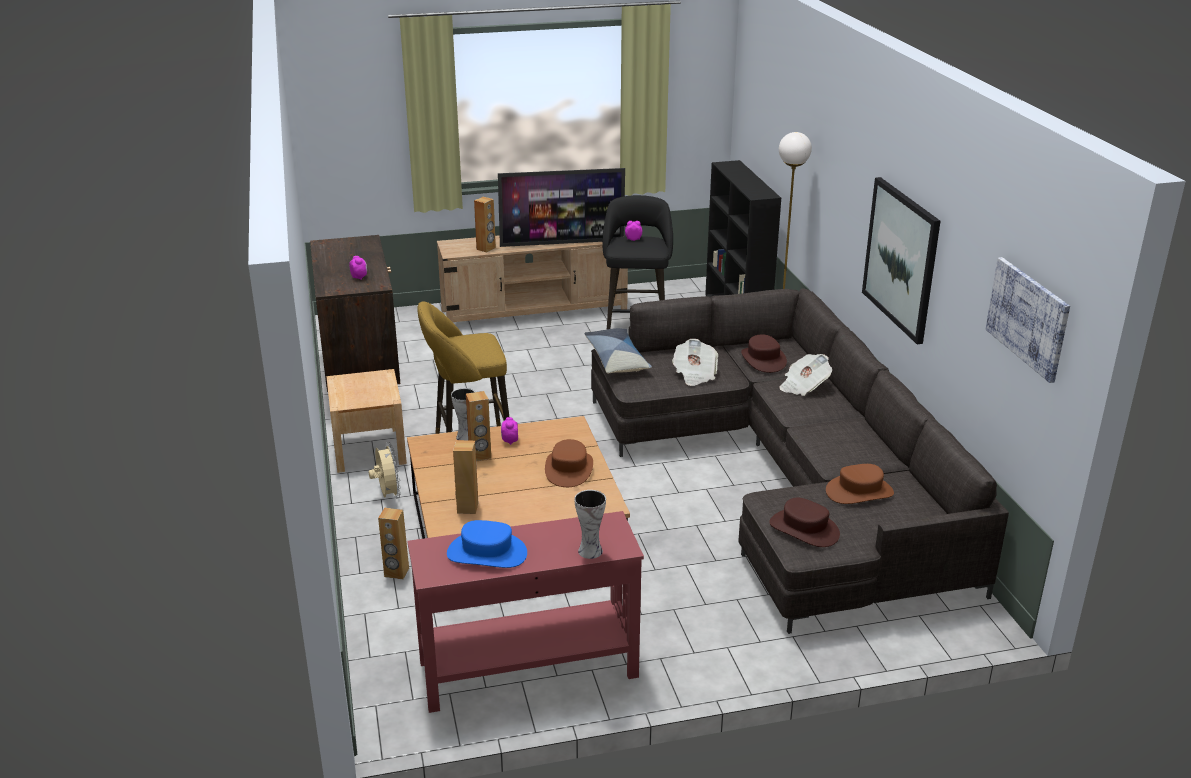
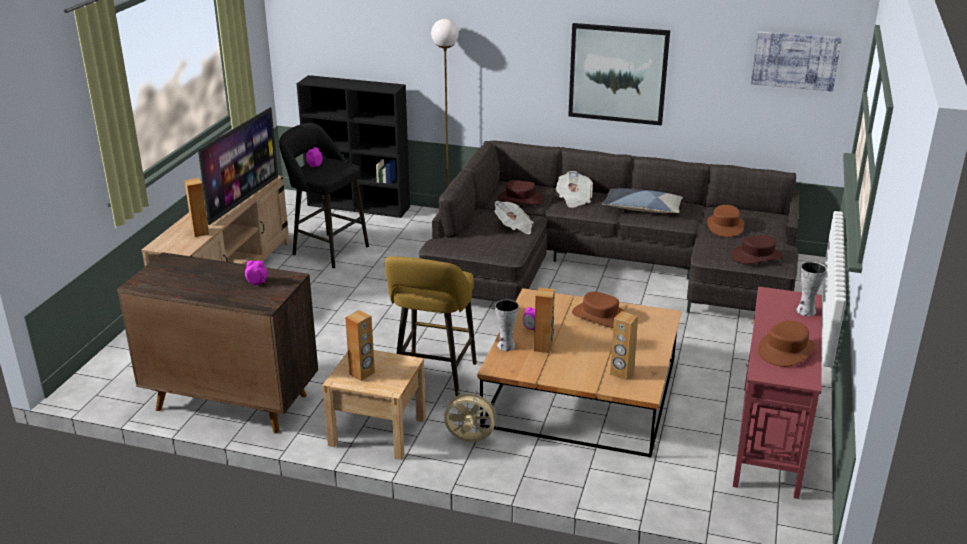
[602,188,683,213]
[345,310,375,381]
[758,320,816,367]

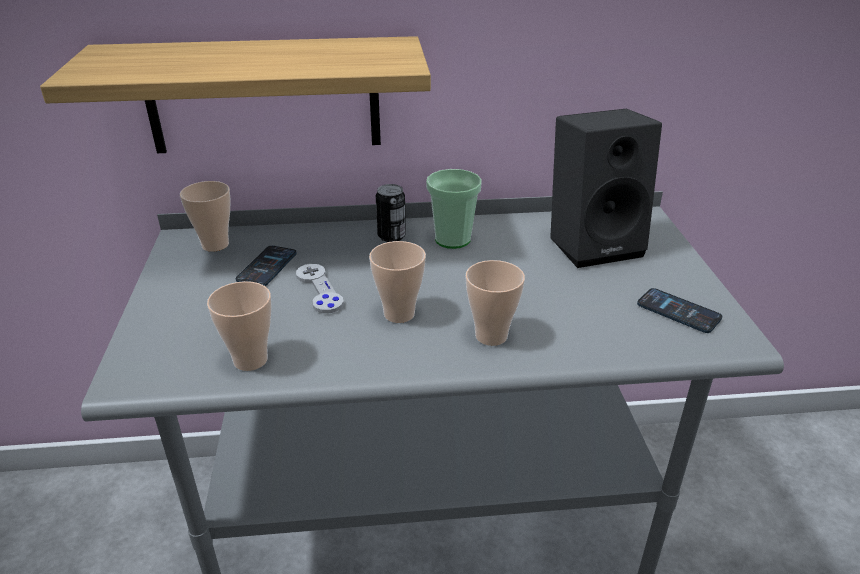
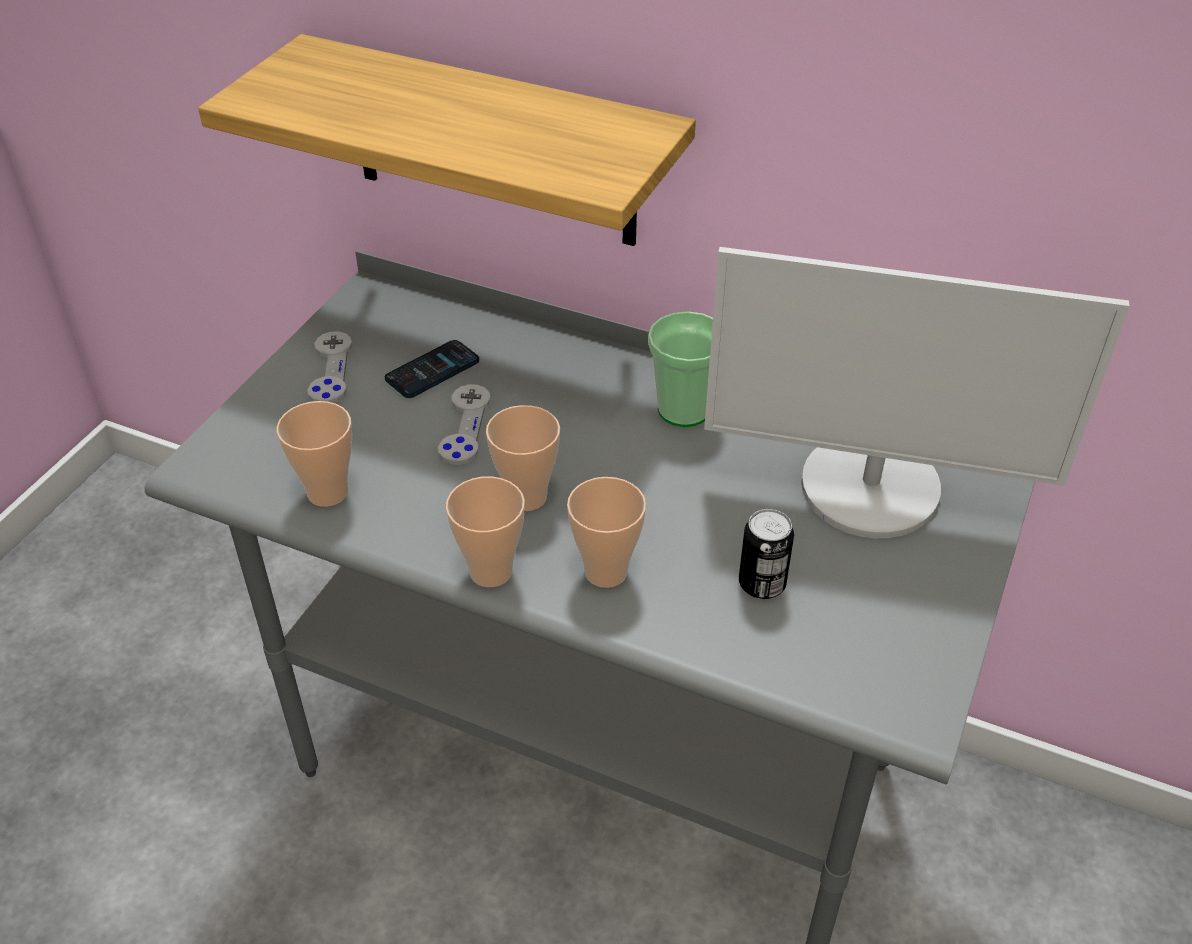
[704,247,1129,538]
[446,476,525,587]
[739,509,794,599]
[637,288,722,333] (first image)
[307,331,352,403]

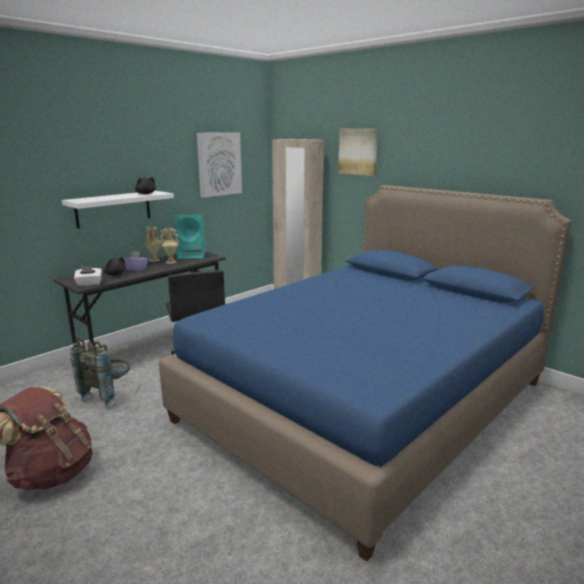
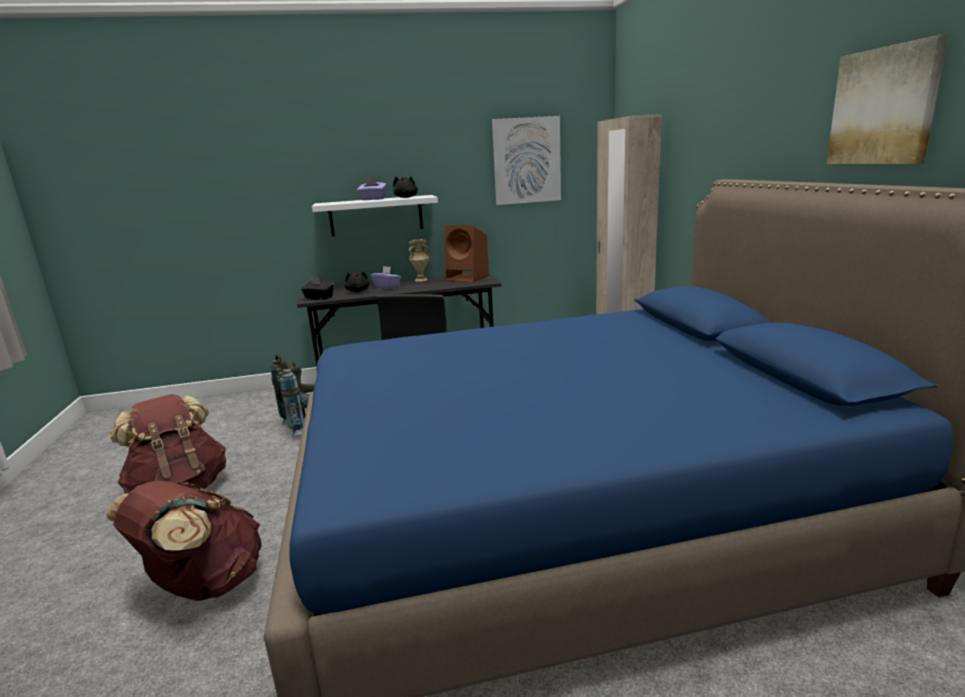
[827,35,948,164]
[445,225,489,282]
[160,228,179,264] (first image)
[301,277,334,300]
[357,178,387,200]
[106,481,262,601]

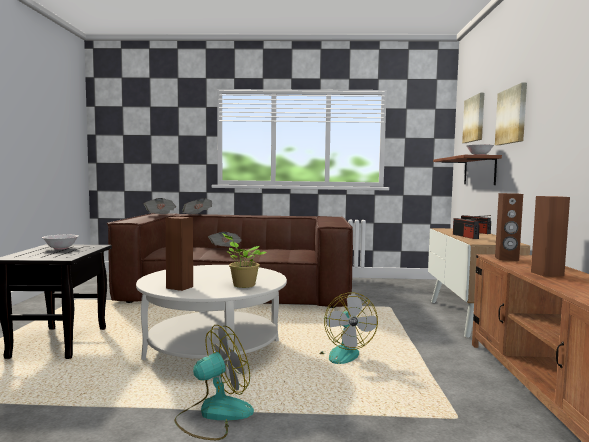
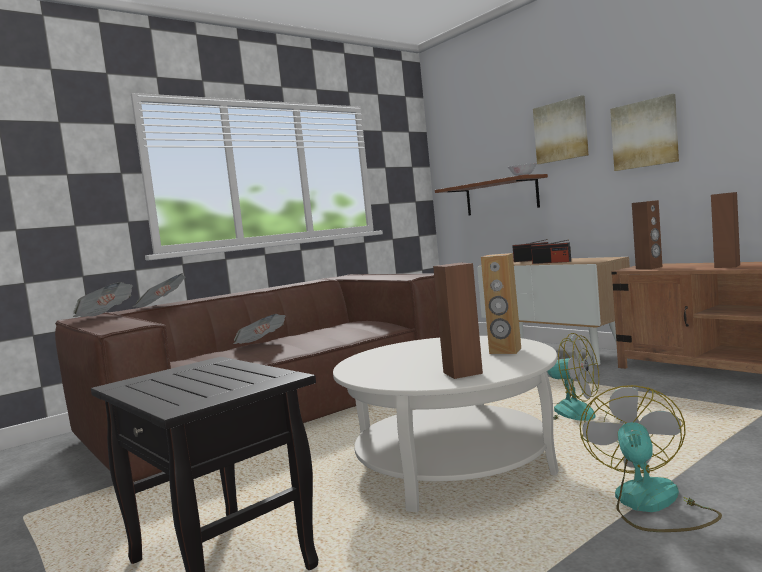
[610,94,679,171]
[481,253,521,354]
[42,235,79,250] (first image)

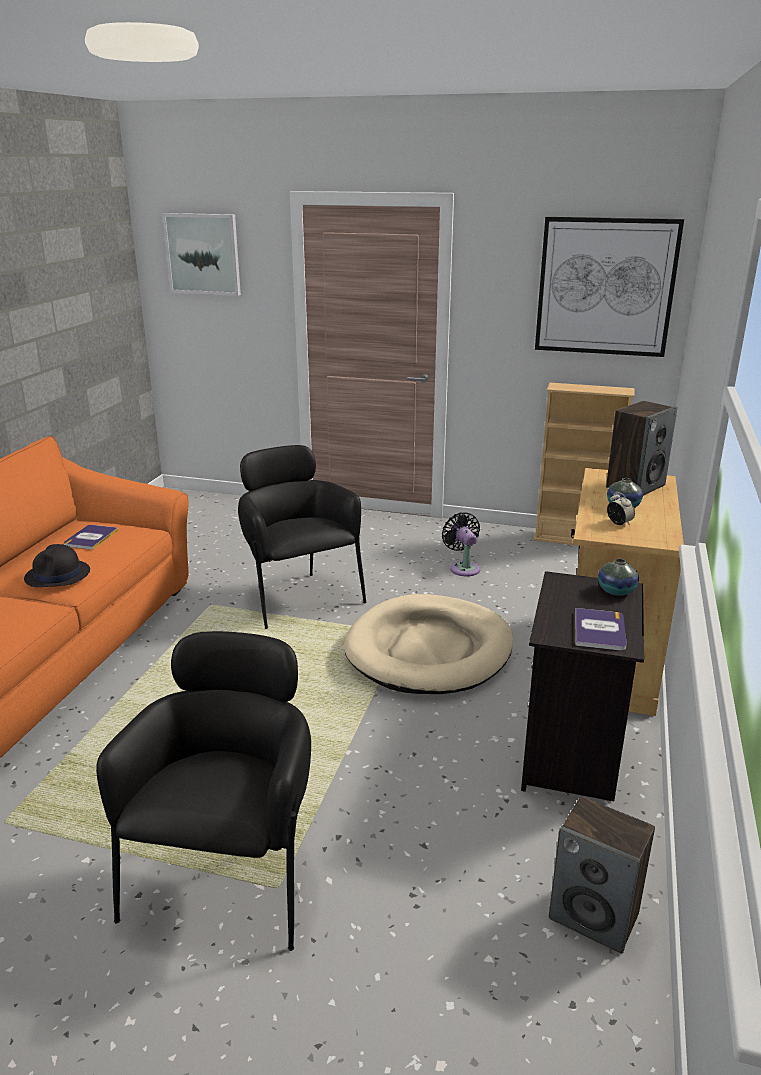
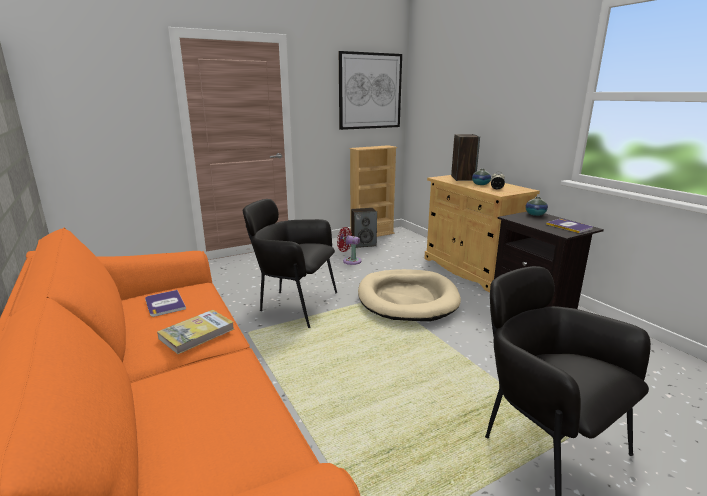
[162,213,241,296] (first image)
[337,227,362,265]
[157,310,234,354]
[351,208,377,248]

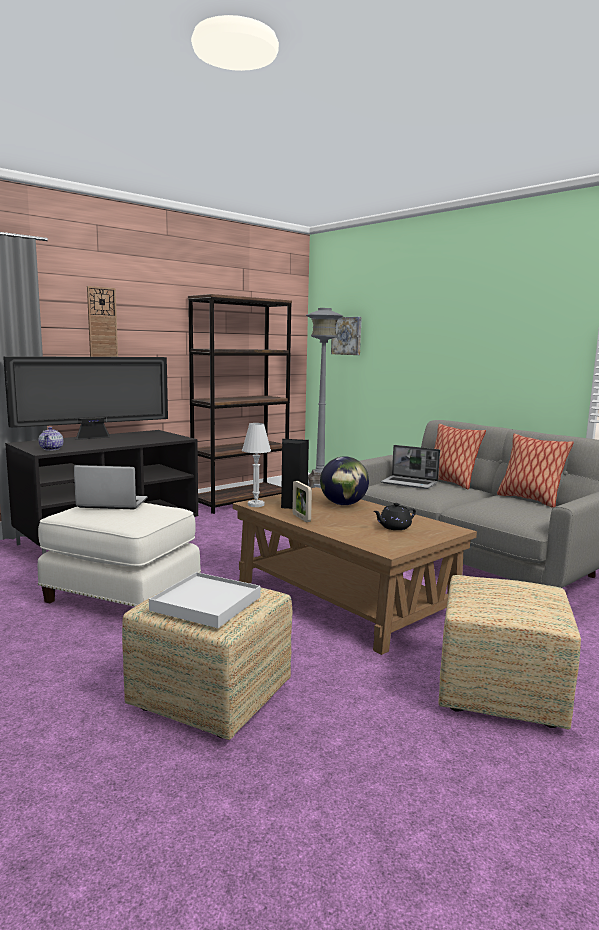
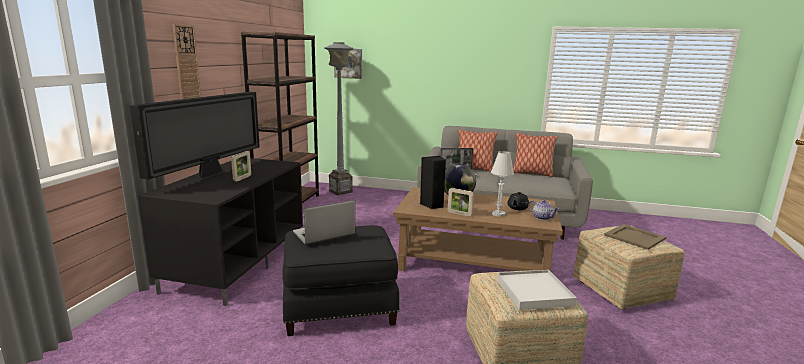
[491,151,514,217]
[529,200,559,220]
[282,225,400,336]
[231,151,251,182]
[604,224,666,250]

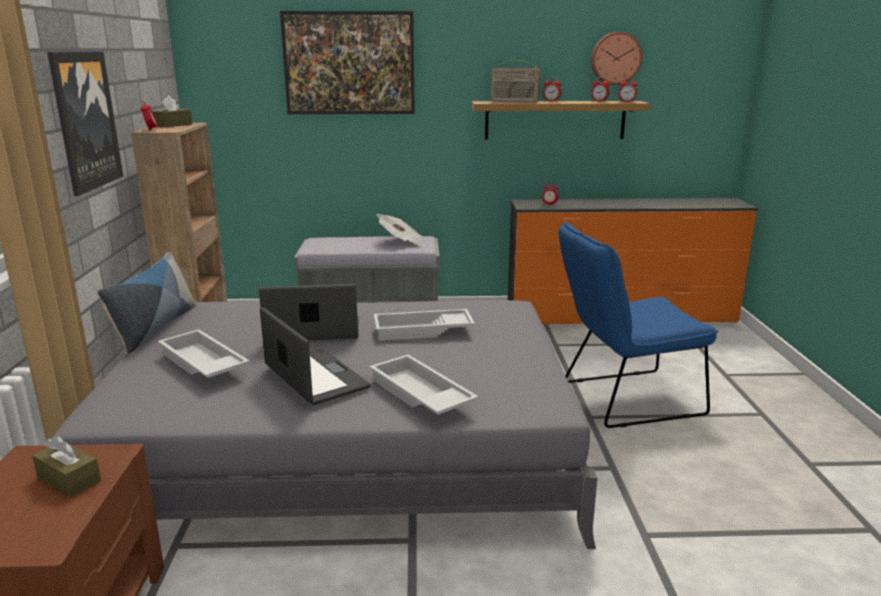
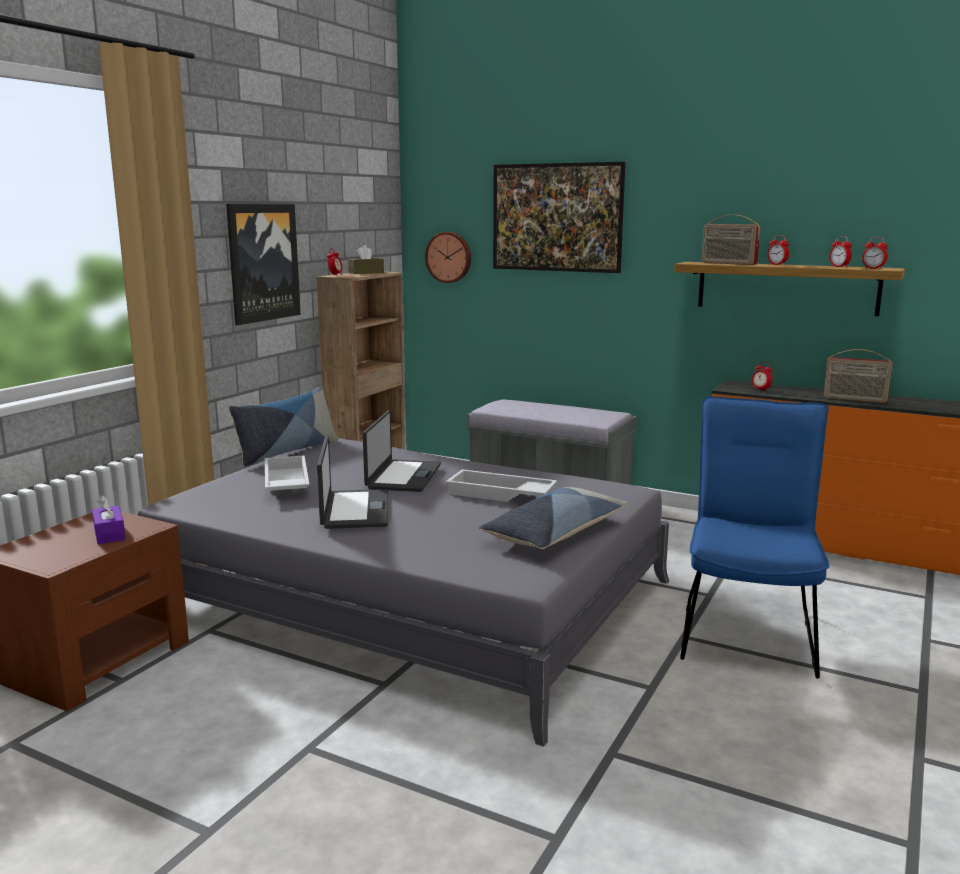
[425,232,471,283]
[376,214,424,246] (first image)
[680,396,829,679]
[363,411,441,492]
[369,354,478,415] (first image)
[92,495,126,544]
[824,349,893,403]
[479,487,628,549]

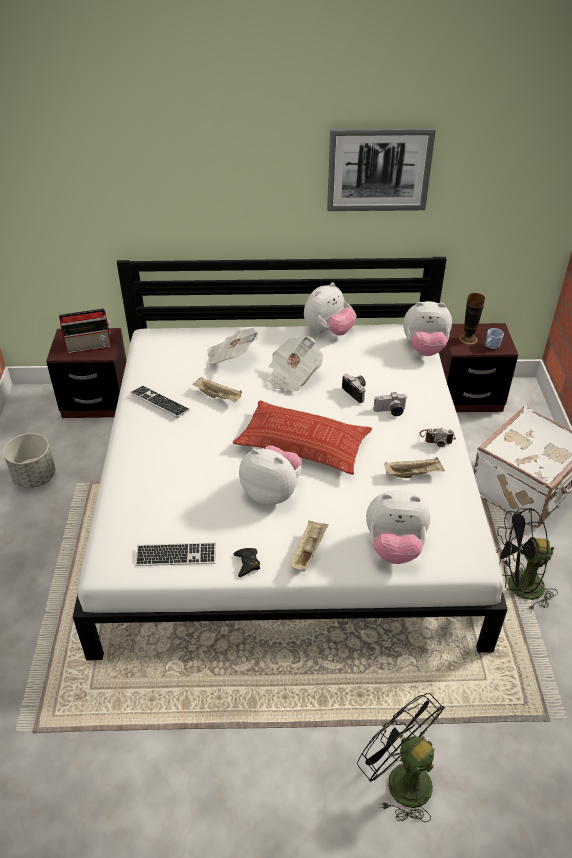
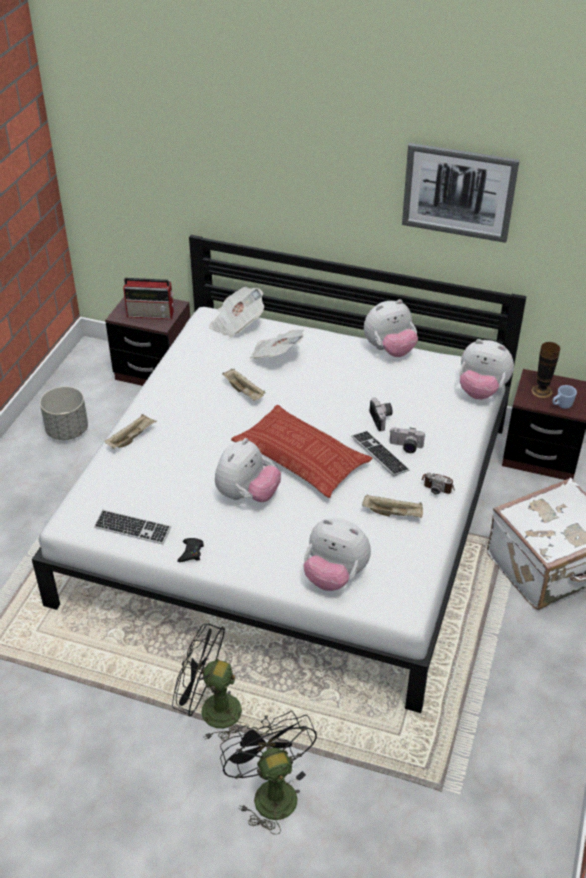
[209,287,264,337]
[351,431,410,477]
[215,438,281,502]
[172,624,249,741]
[105,414,156,449]

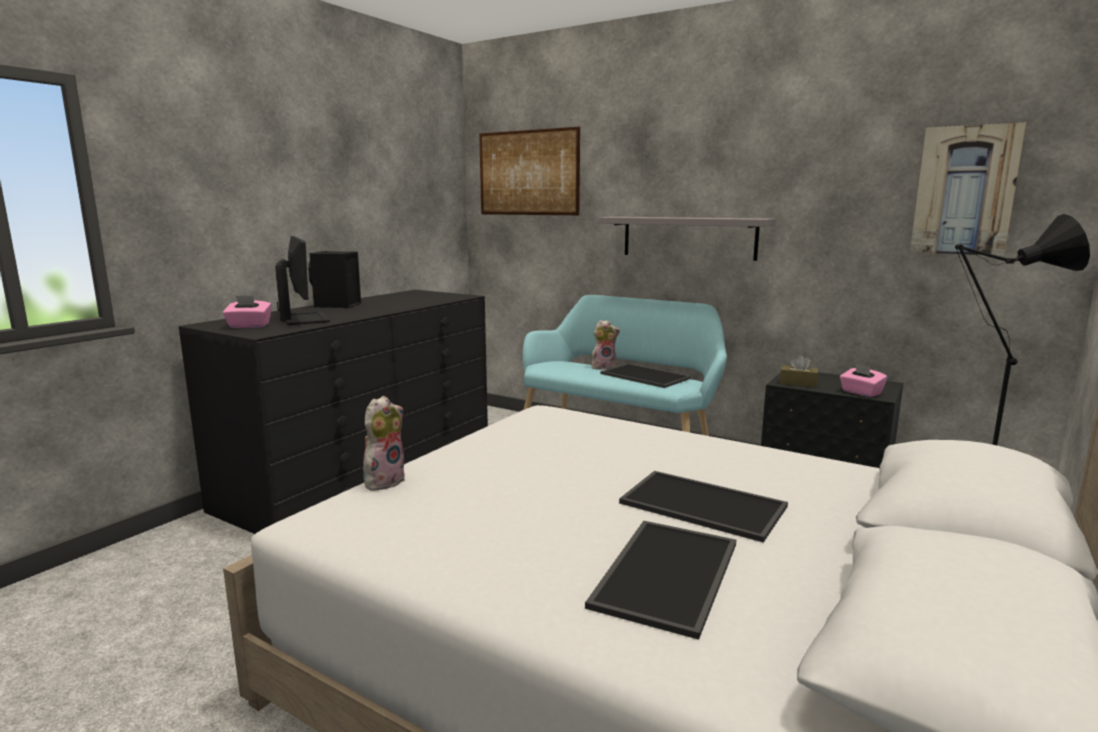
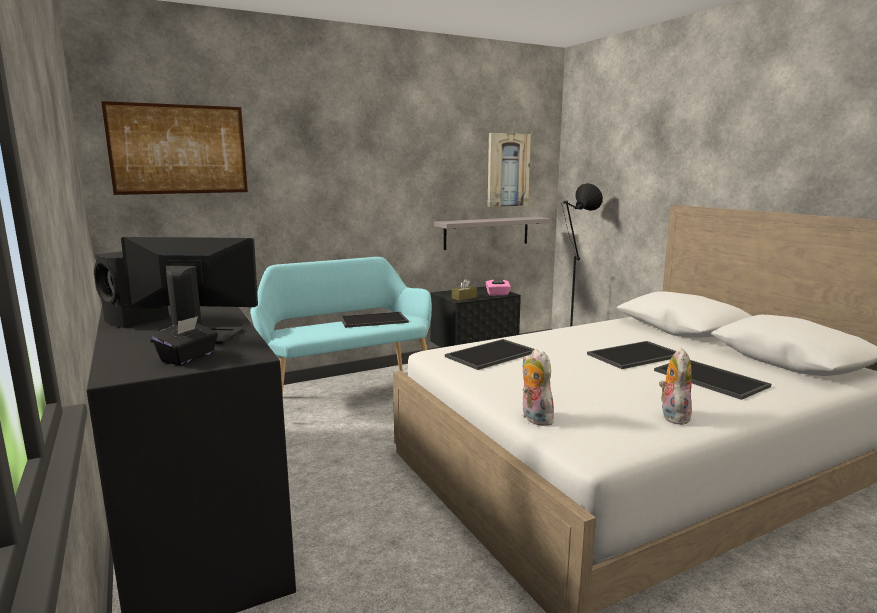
[434,217,550,250]
[152,316,218,365]
[659,347,692,425]
[445,339,535,370]

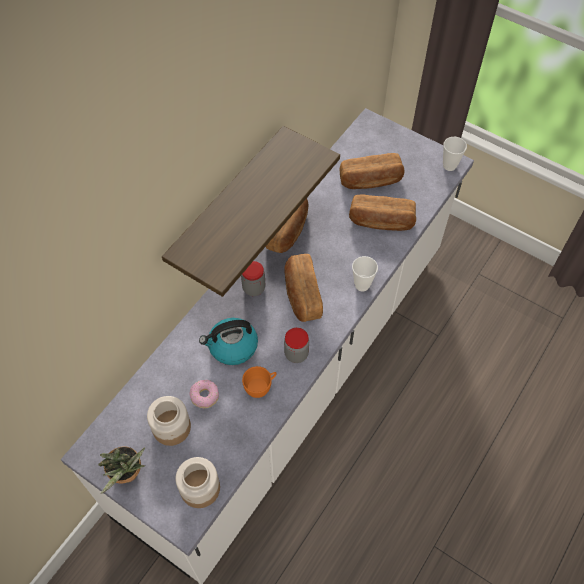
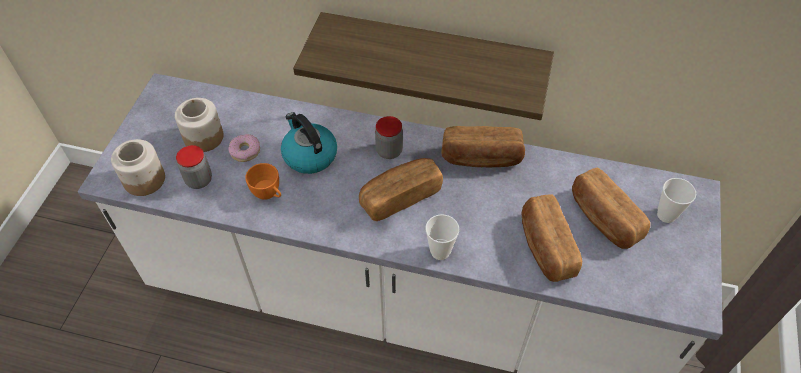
[657,178,696,223]
[176,145,212,189]
[98,446,145,494] (first image)

